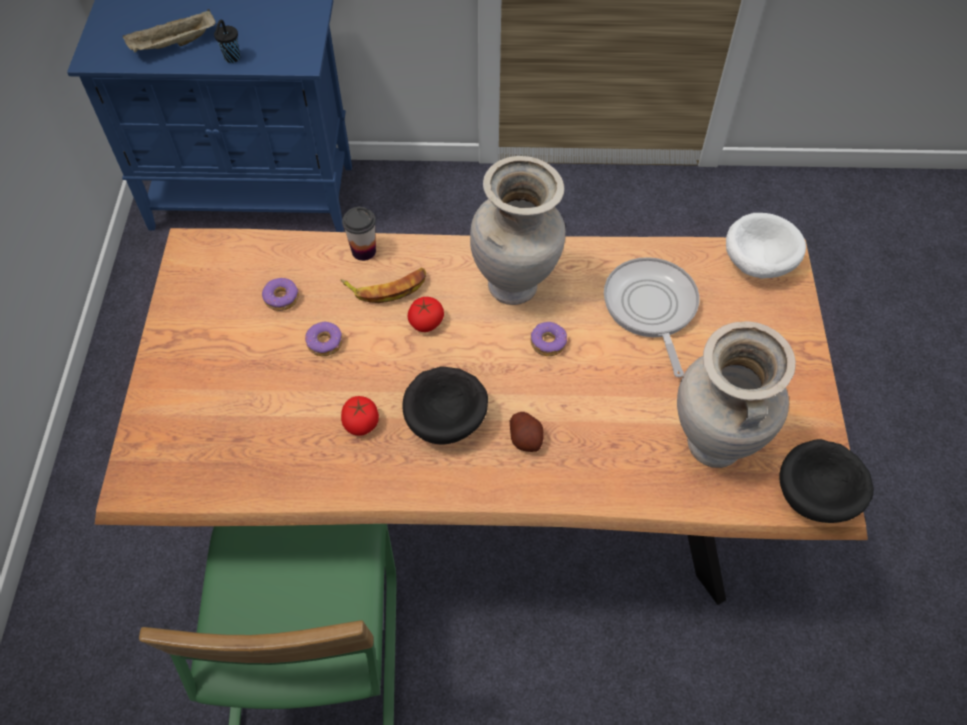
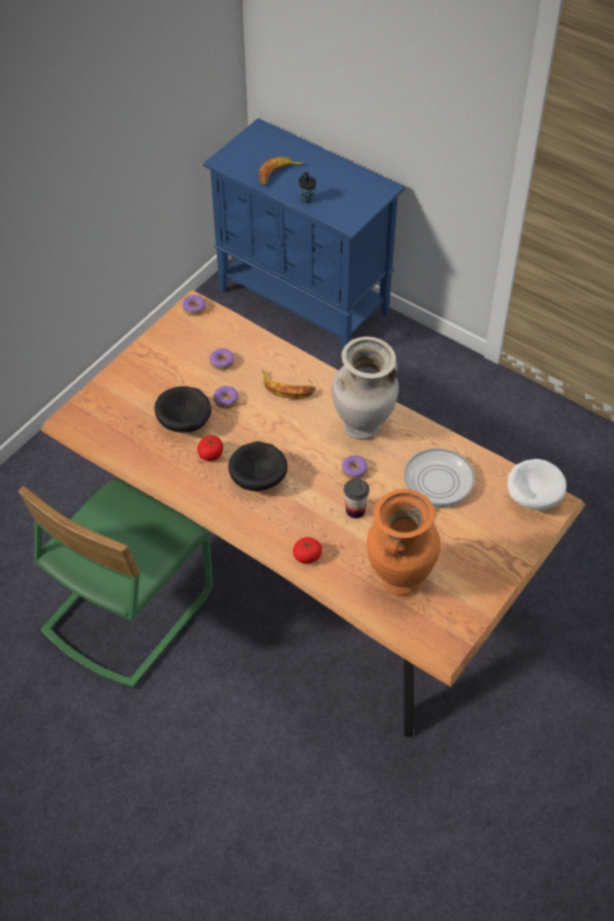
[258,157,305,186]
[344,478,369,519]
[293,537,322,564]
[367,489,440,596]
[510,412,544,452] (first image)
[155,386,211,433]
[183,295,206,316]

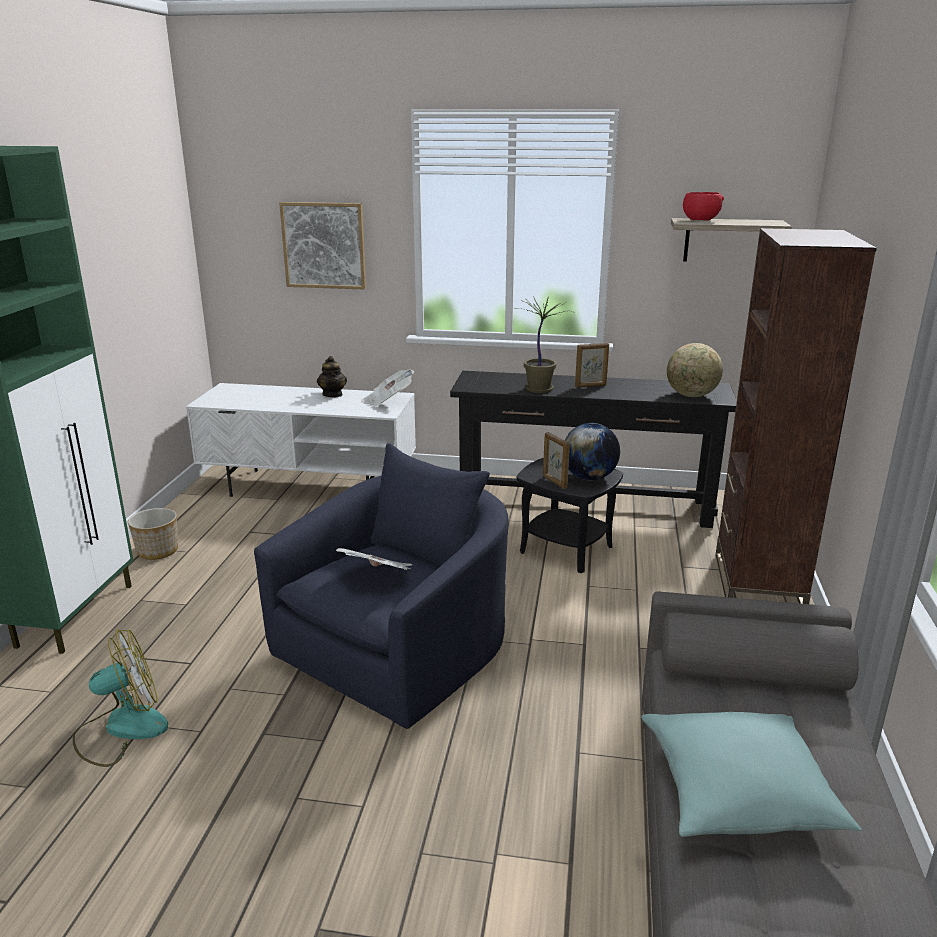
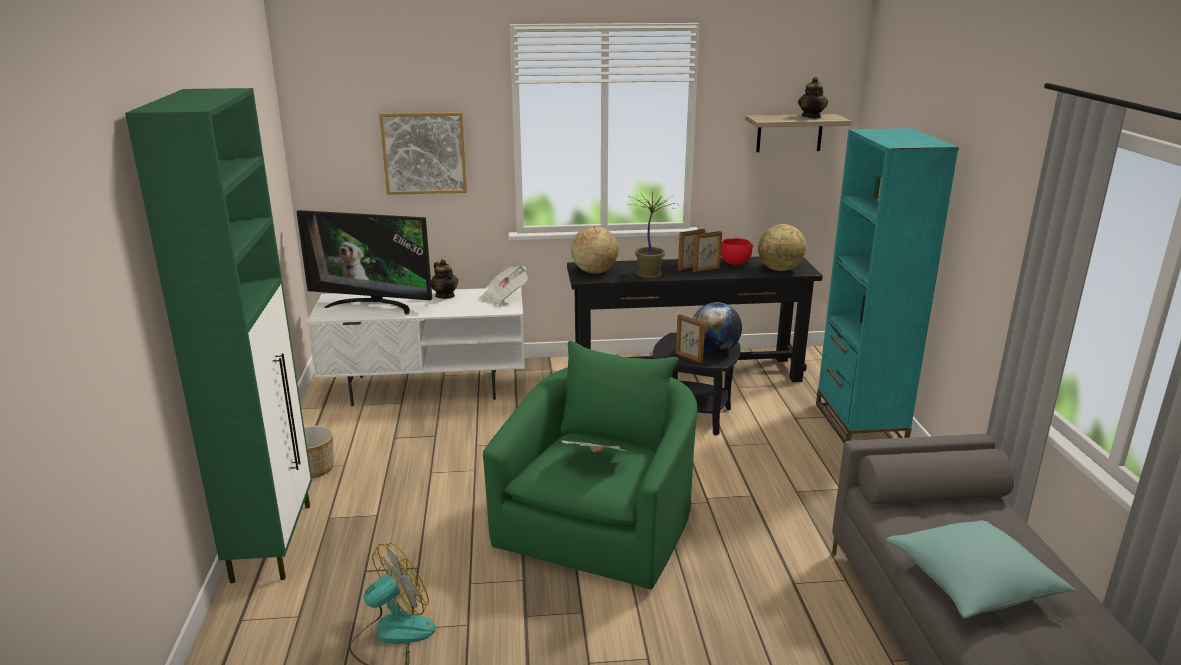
[721,238,753,265]
[816,128,959,443]
[483,341,697,589]
[798,77,828,119]
[296,210,432,315]
[571,226,618,274]
[693,231,722,273]

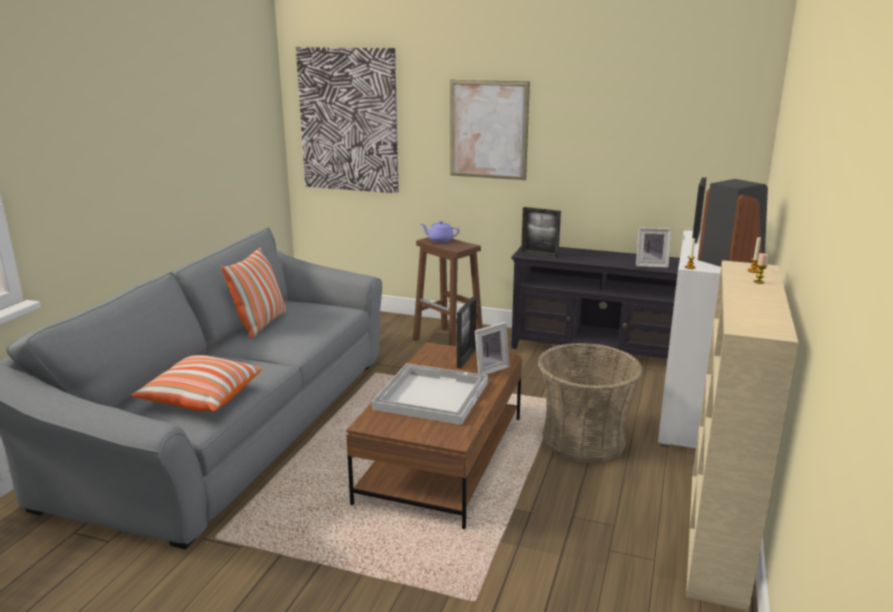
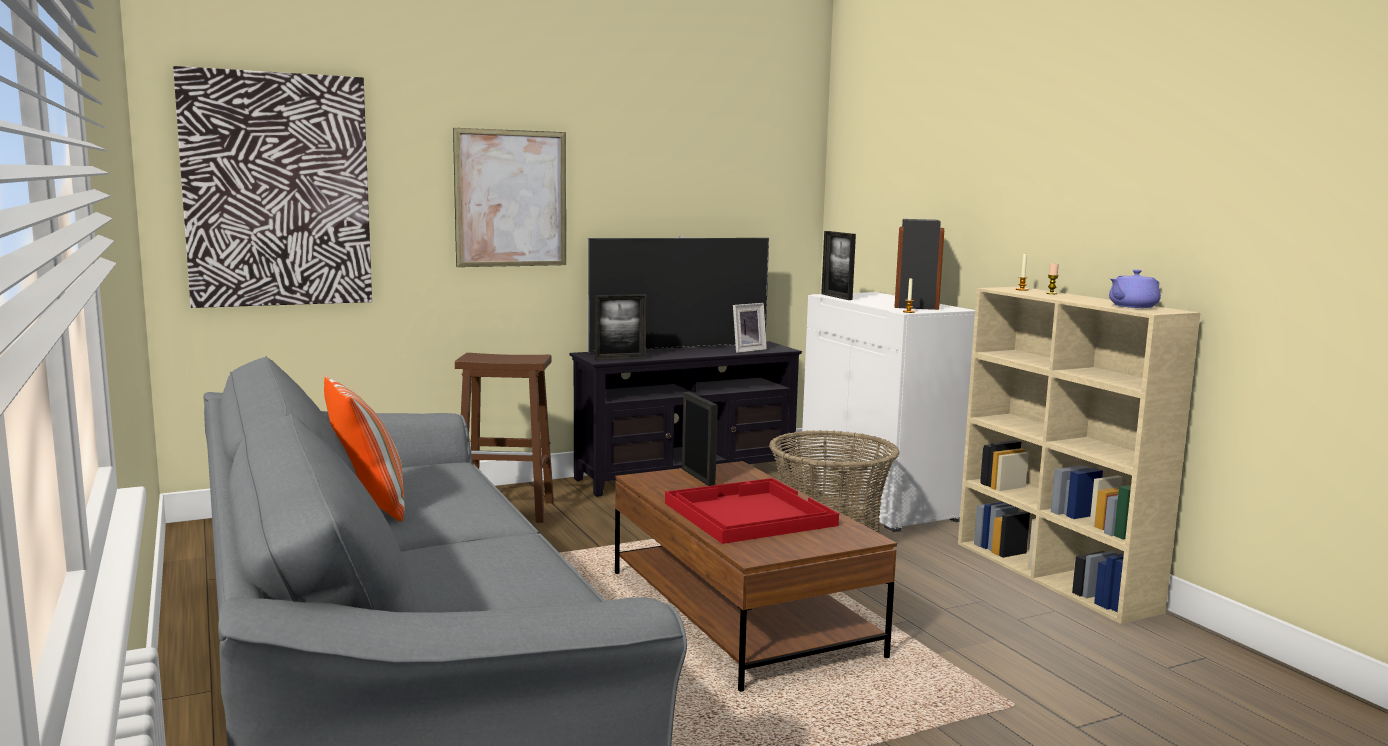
[1109,269,1161,308]
[475,322,510,375] (first image)
[131,355,262,411] (first image)
[665,478,839,544]
[588,235,769,352]

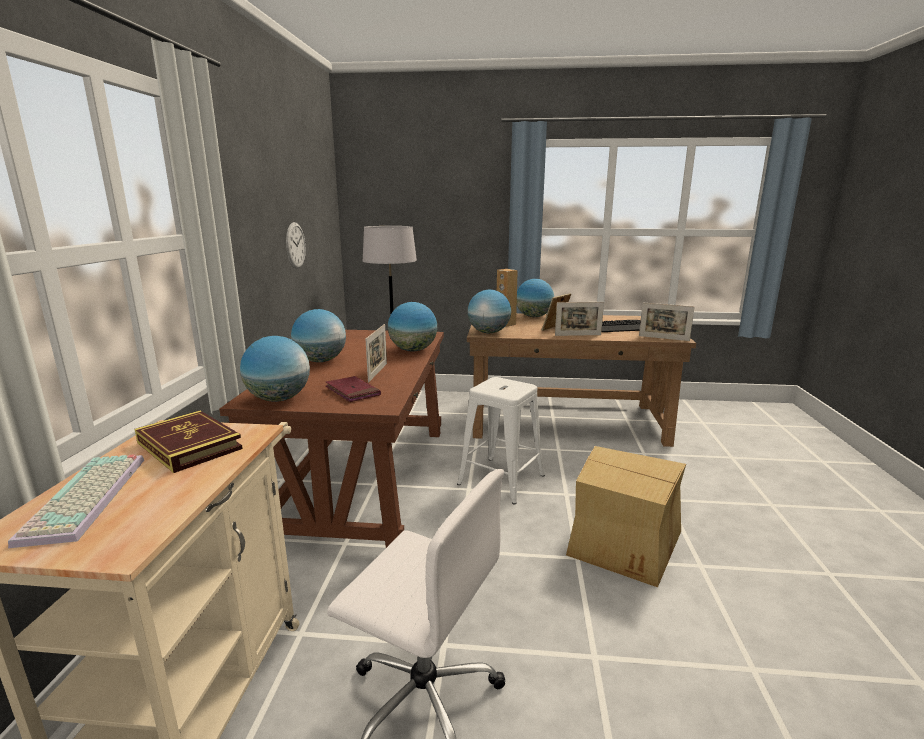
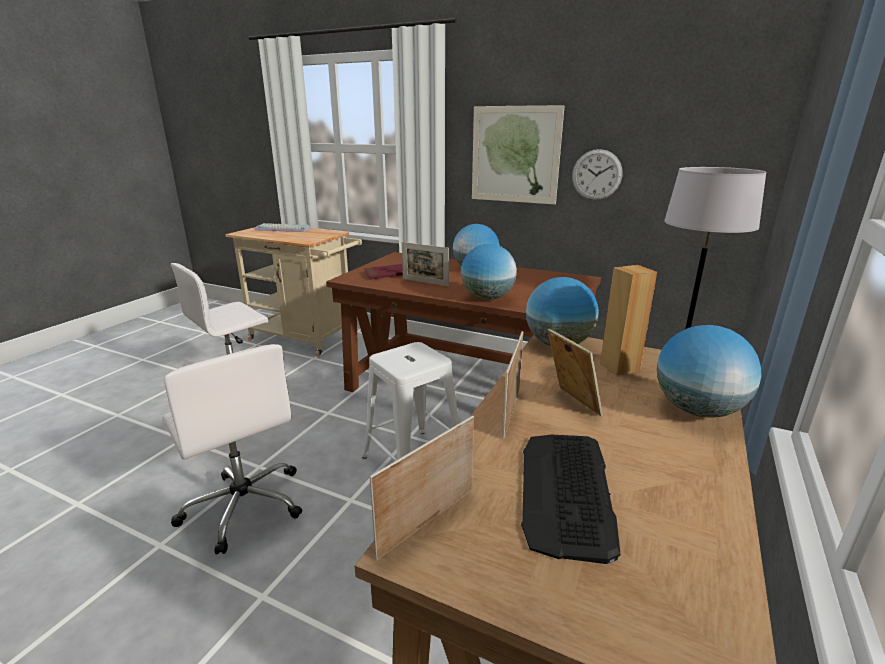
[240,336,310,402] (first image)
[135,411,243,473] (first image)
[162,344,302,555]
[472,105,565,204]

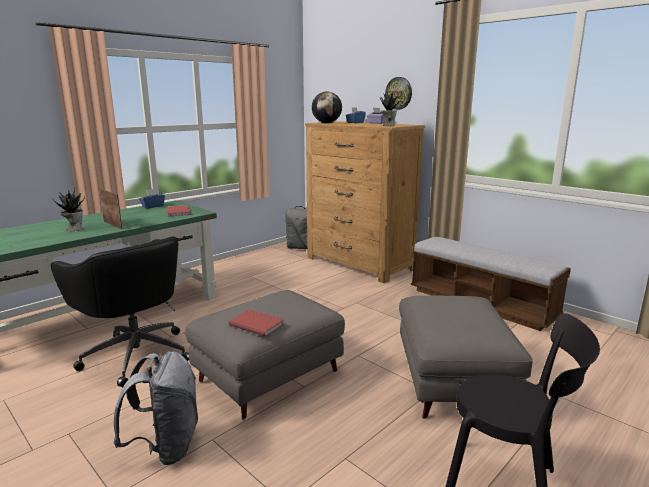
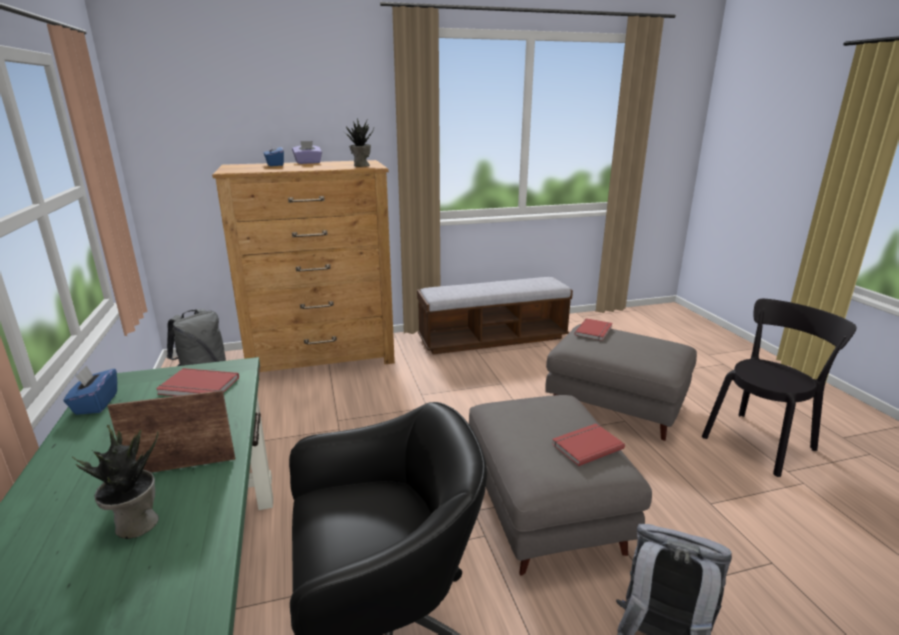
[385,77,412,110] (first image)
[312,91,342,123] (first image)
[575,318,613,341]

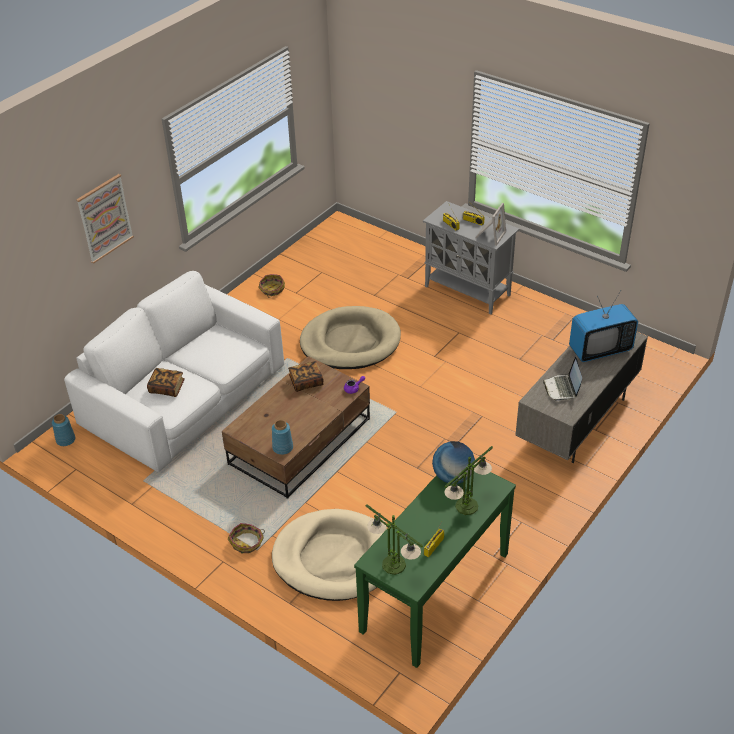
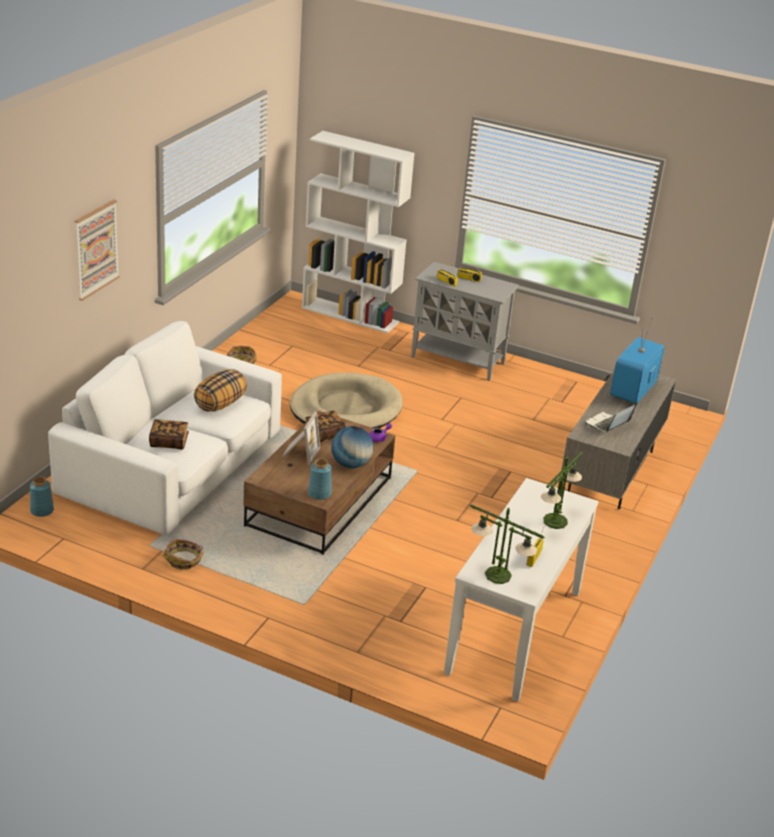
[282,412,320,465]
[610,319,665,404]
[586,402,638,432]
[332,426,373,468]
[444,478,599,702]
[272,509,387,601] (first image)
[163,539,204,570]
[302,131,415,333]
[194,369,247,412]

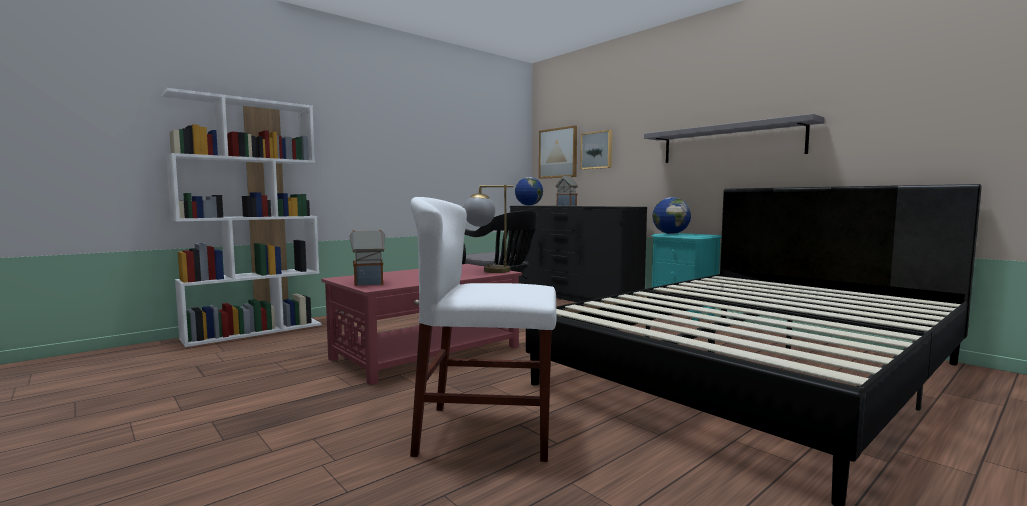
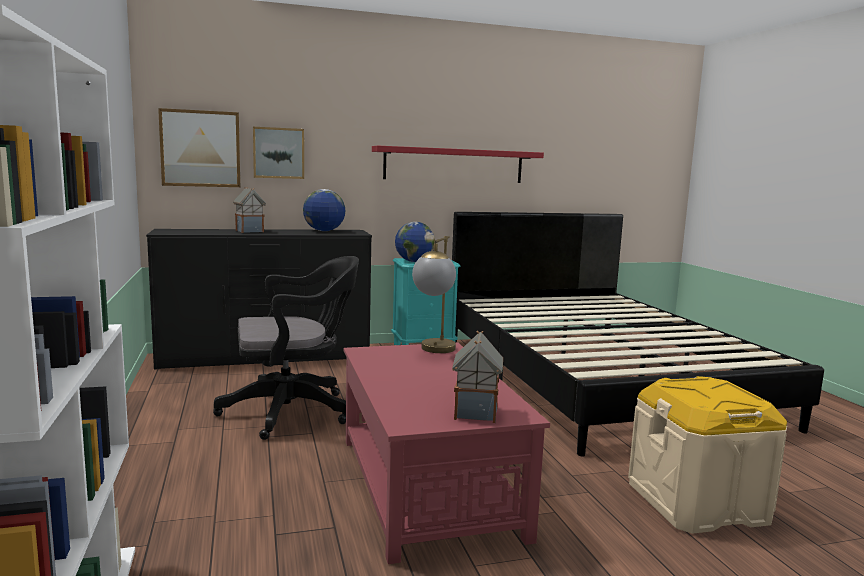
[372,146,544,183]
[303,189,345,231]
[628,376,787,534]

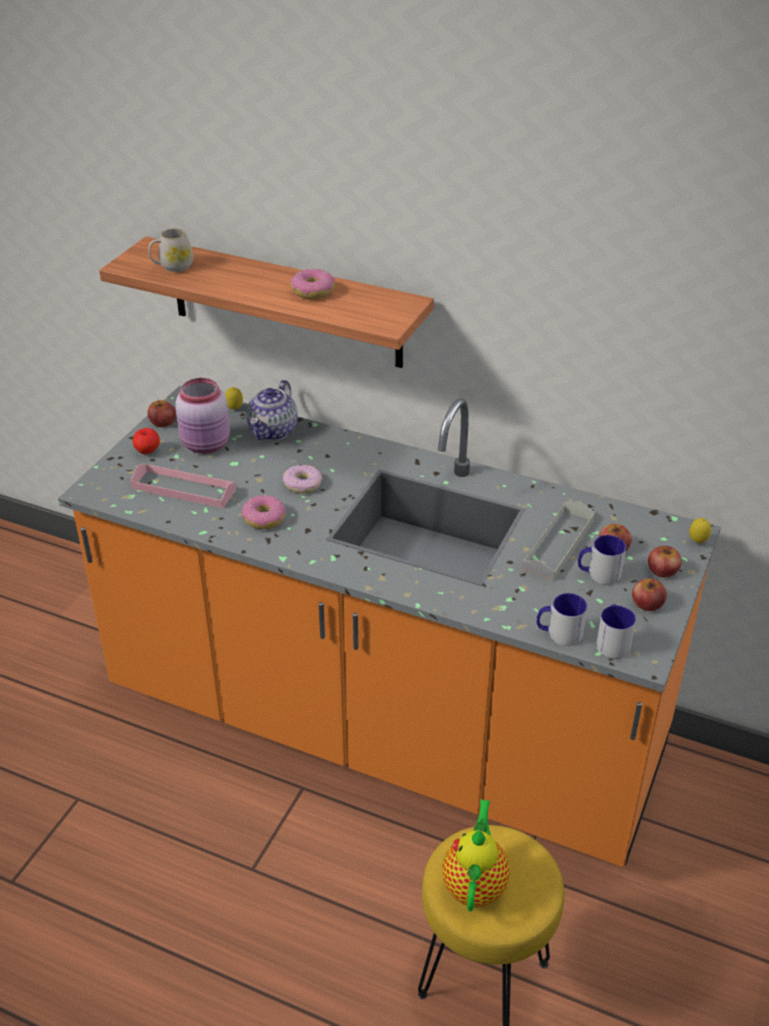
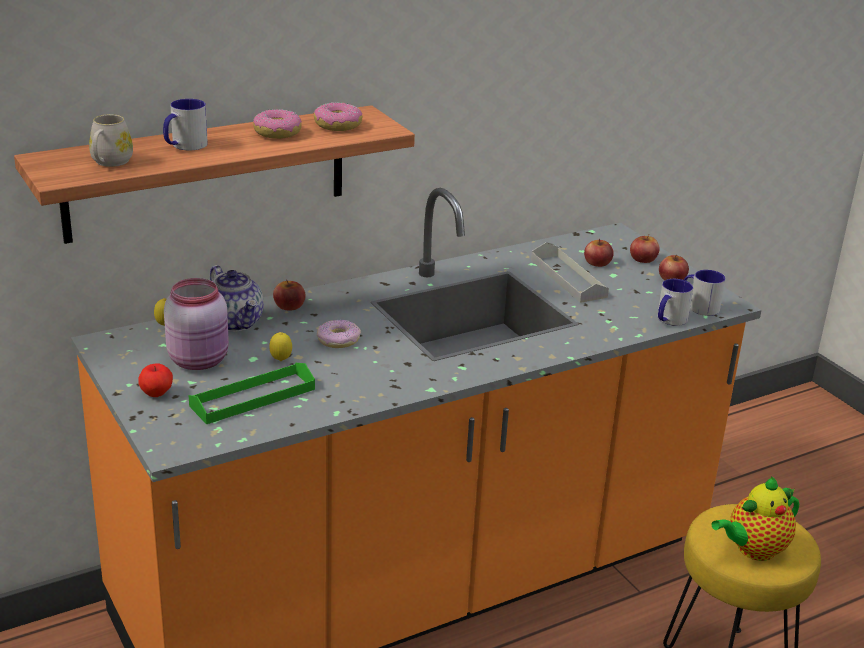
[273,280,305,311]
[189,363,315,424]
[314,102,362,131]
[269,332,292,361]
[163,99,208,151]
[712,476,799,561]

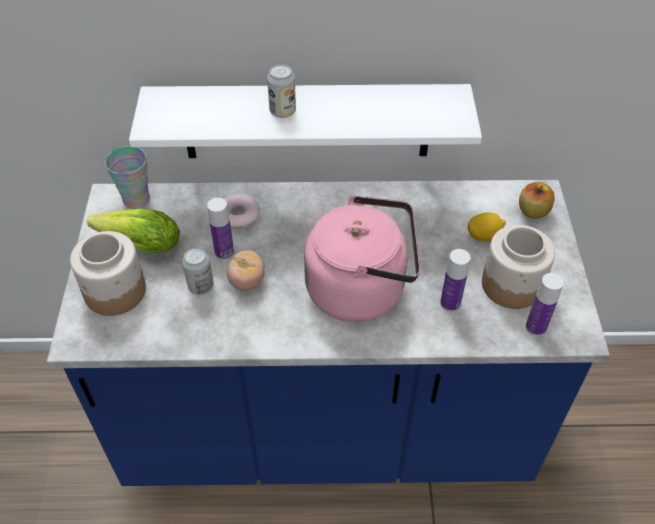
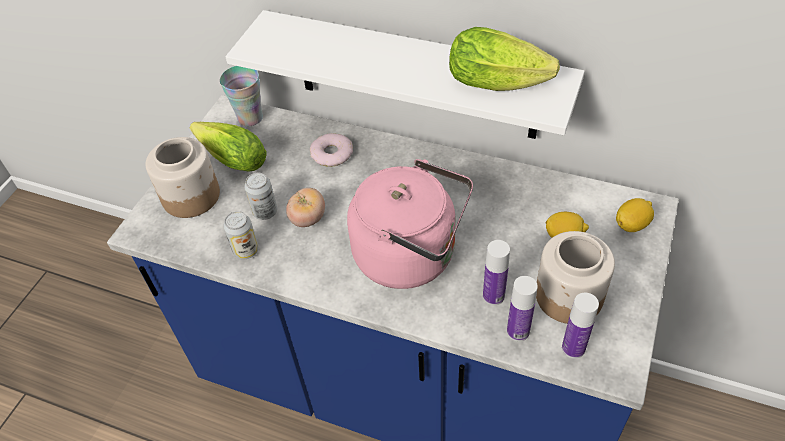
[223,211,259,260]
[616,198,654,232]
[507,276,538,341]
[449,27,560,91]

